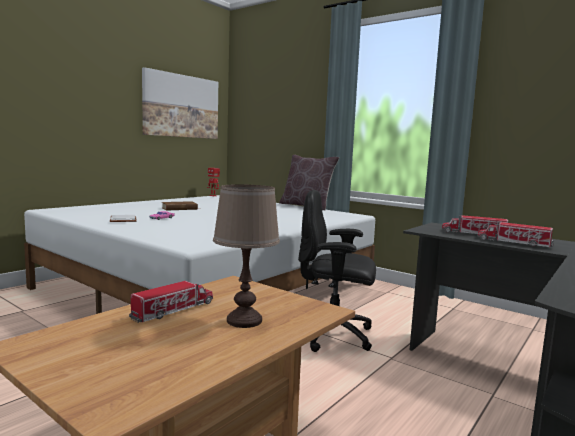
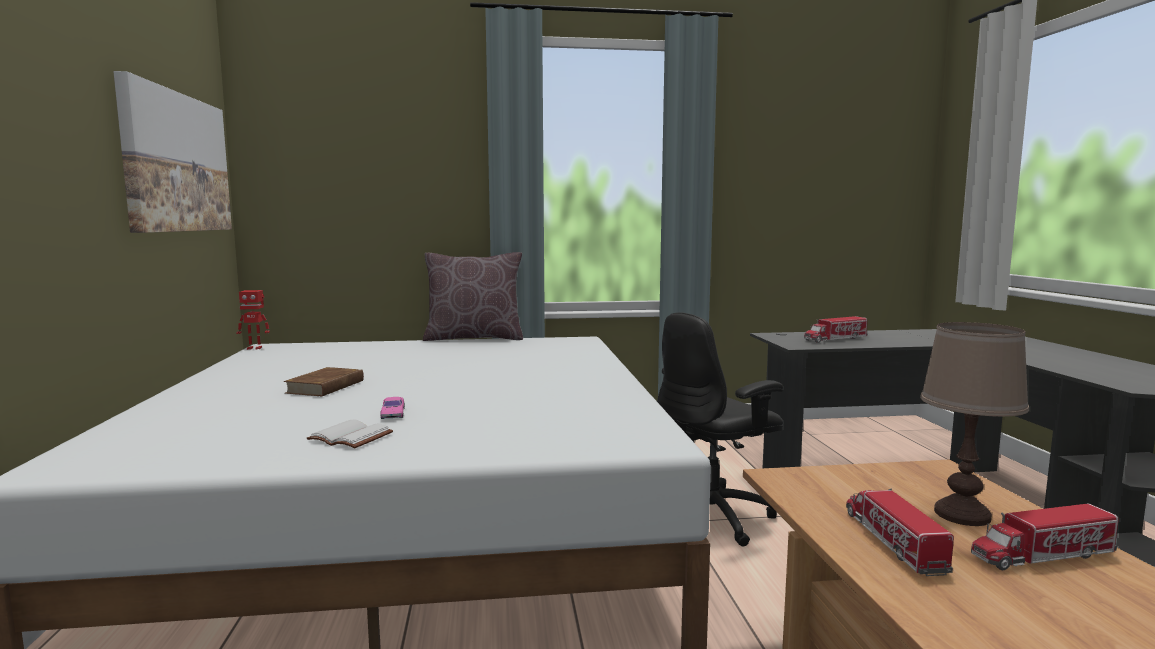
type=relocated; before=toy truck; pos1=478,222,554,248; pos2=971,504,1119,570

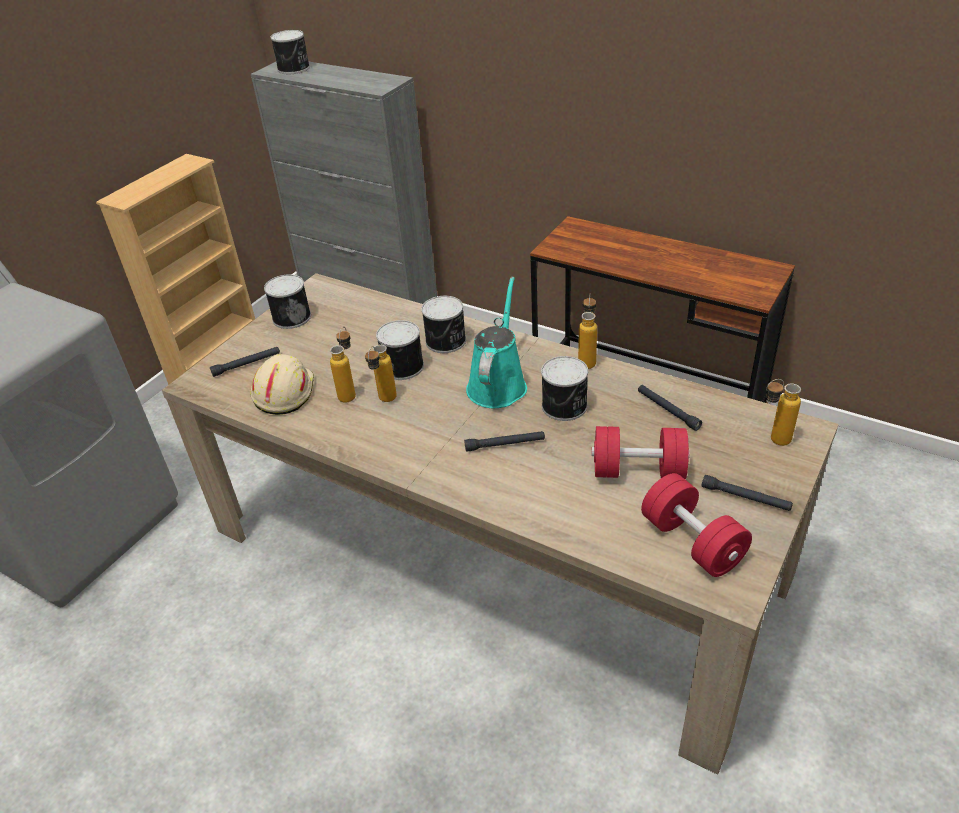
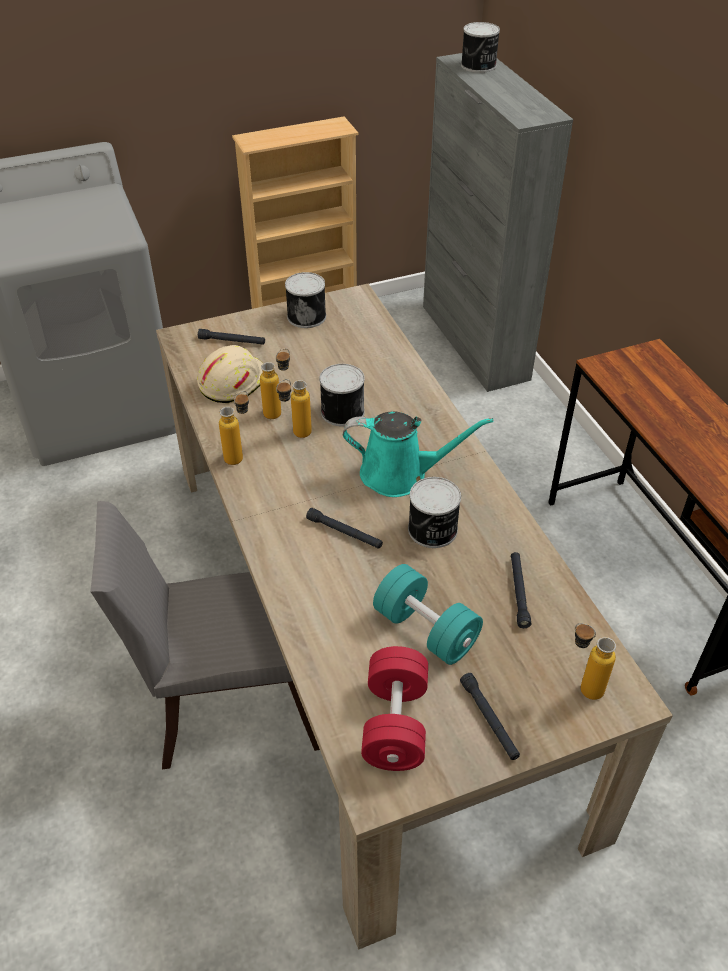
type=appeared; after=chair/gray; pos2=90,501,320,769
type=relocated; before=drink bottle; pos1=578,294,597,369; pos2=219,391,249,465
type=spun; before=watering can/turquoise; pos1=466,277,527,408; pos2=343,411,493,497; turn=45
type=colour; before=dumbbell/reddish; after=dumbbell/turquoise; pos1=591,426,690,479; pos2=373,564,483,665
type=missing; before=sealed can; pos1=421,296,466,353

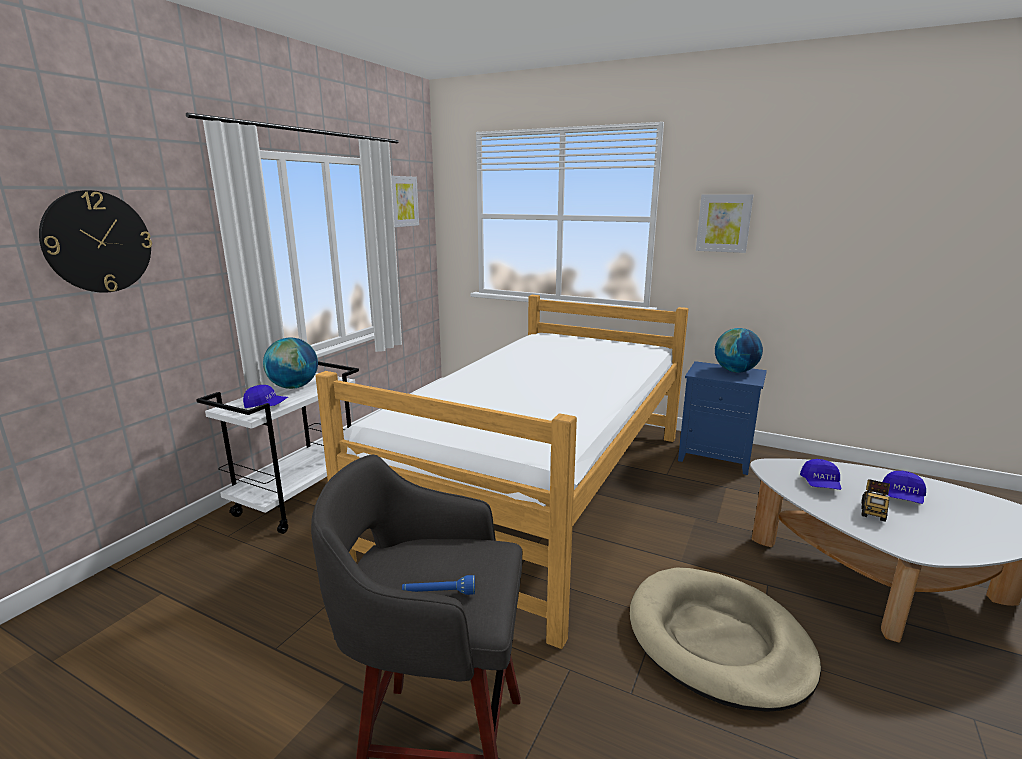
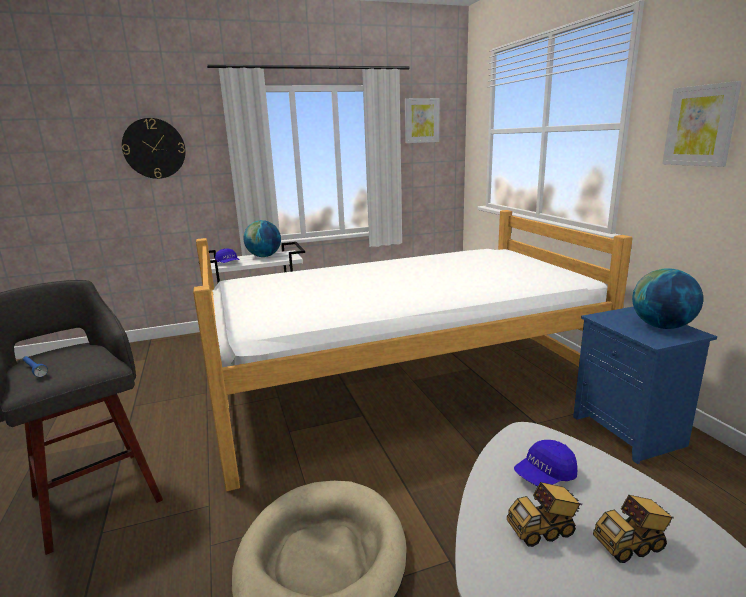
type=exchanged; before=peaked cap/bluish; after=toy truck; pos1=883,471,926,504; pos2=593,495,674,563

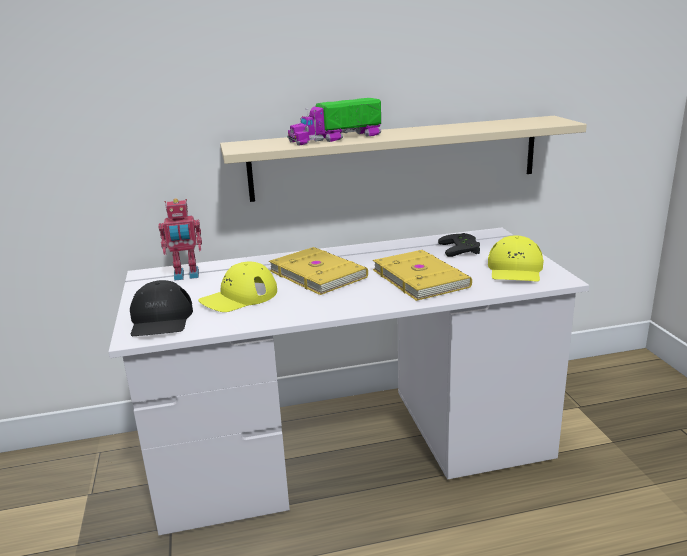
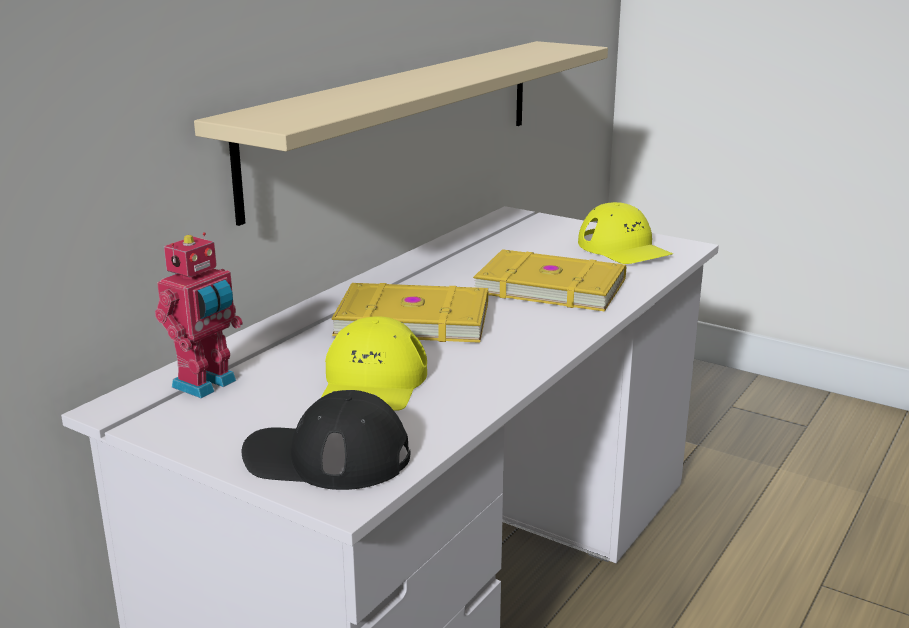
type=spun; before=peaked cap/black; pos1=130,280,193,336; pos2=242,390,410,490; turn=150
type=missing; before=toy truck; pos1=287,98,381,146
type=missing; before=gamepad/black; pos1=438,233,480,257

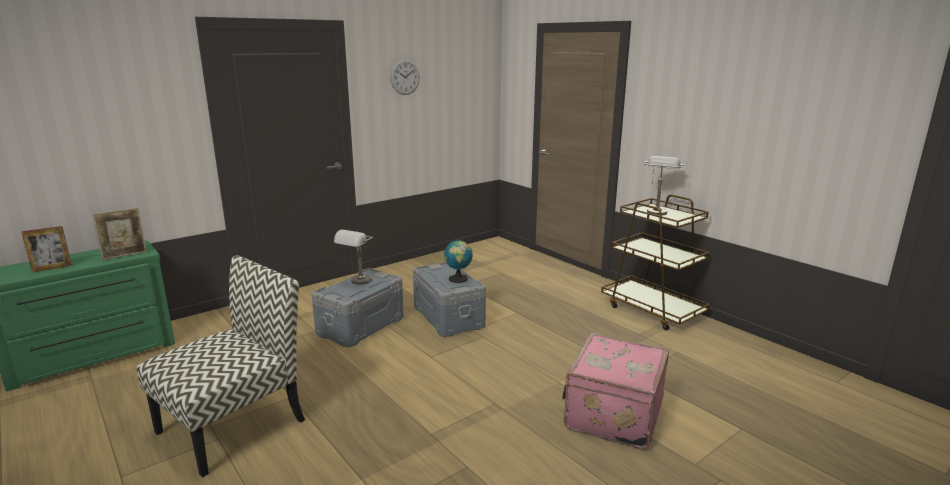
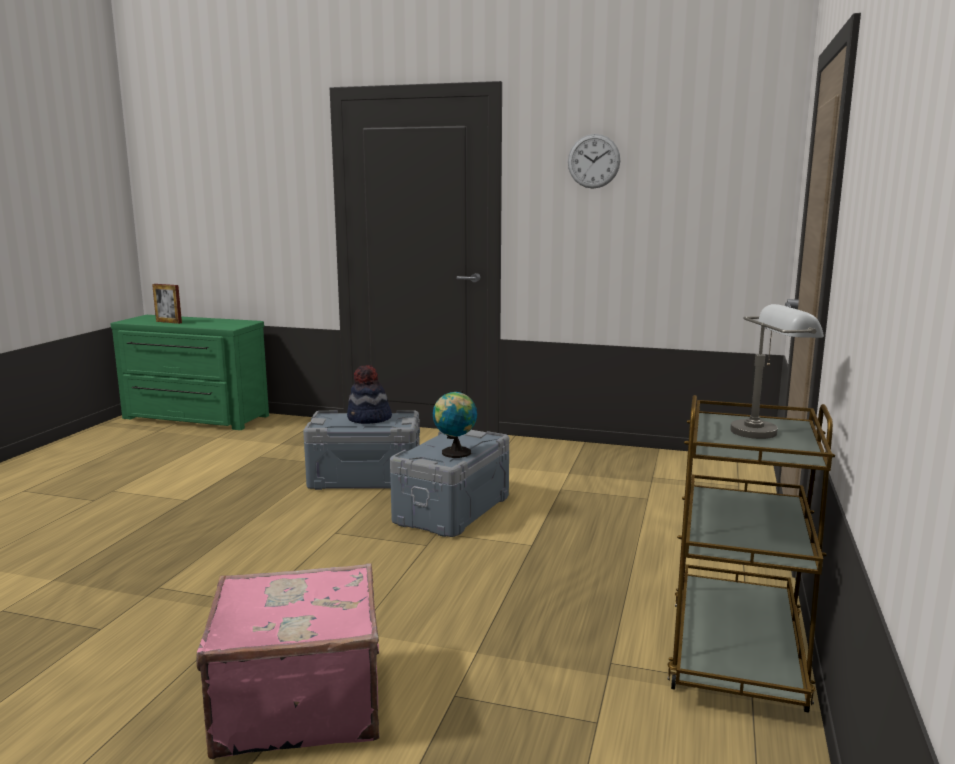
type=exchanged; before=lamp for a table/gray; after=clothing hat; pos1=334,230,373,285; pos2=347,365,392,424
type=missing; before=photo frame; pos1=93,208,147,260
type=missing; before=chair; pos1=137,255,305,478

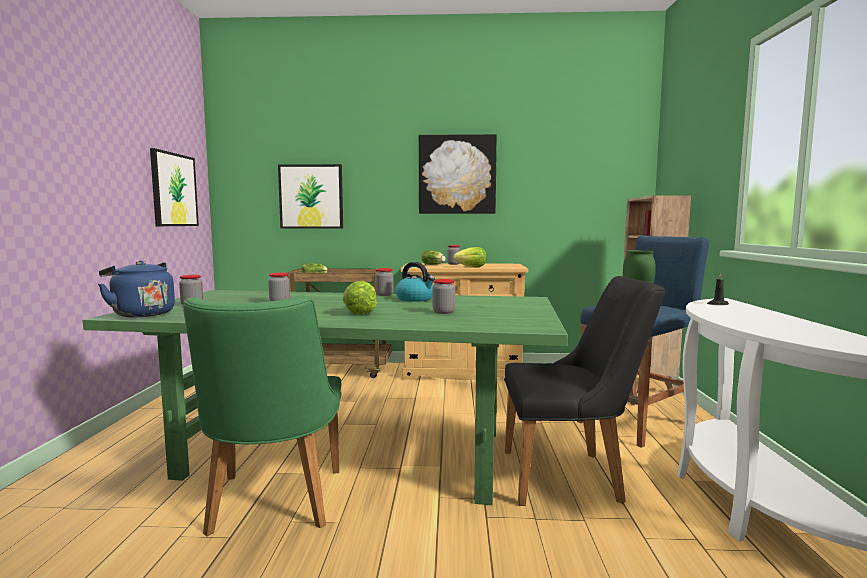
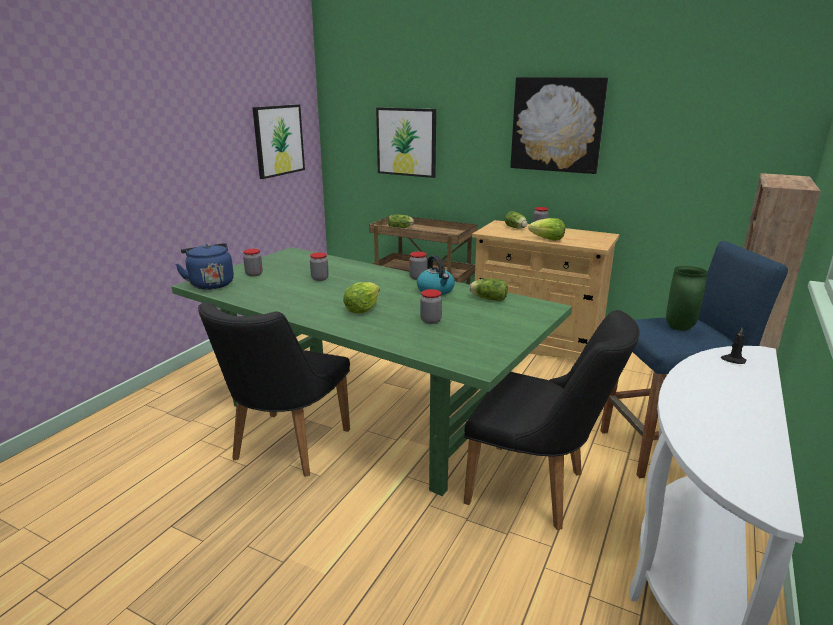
type=colour; before=chair/greenish; after=chair/black; pos1=183,295,342,536; pos2=198,302,350,477
type=appeared; after=lettuce head; pos2=469,279,508,301

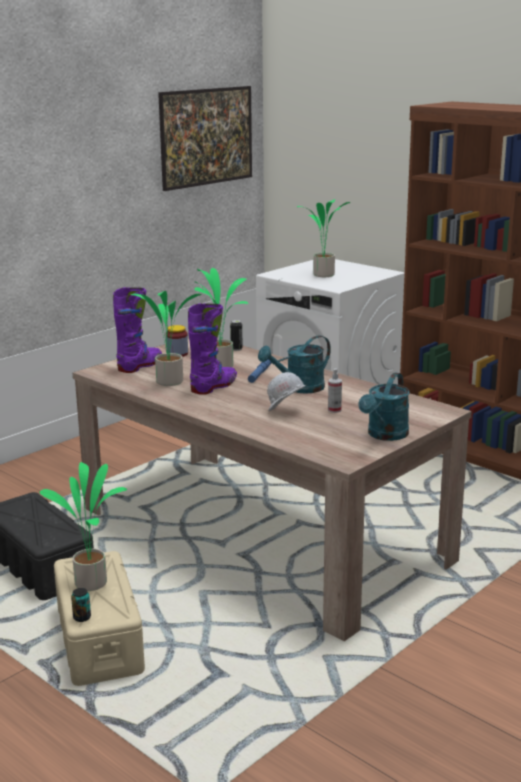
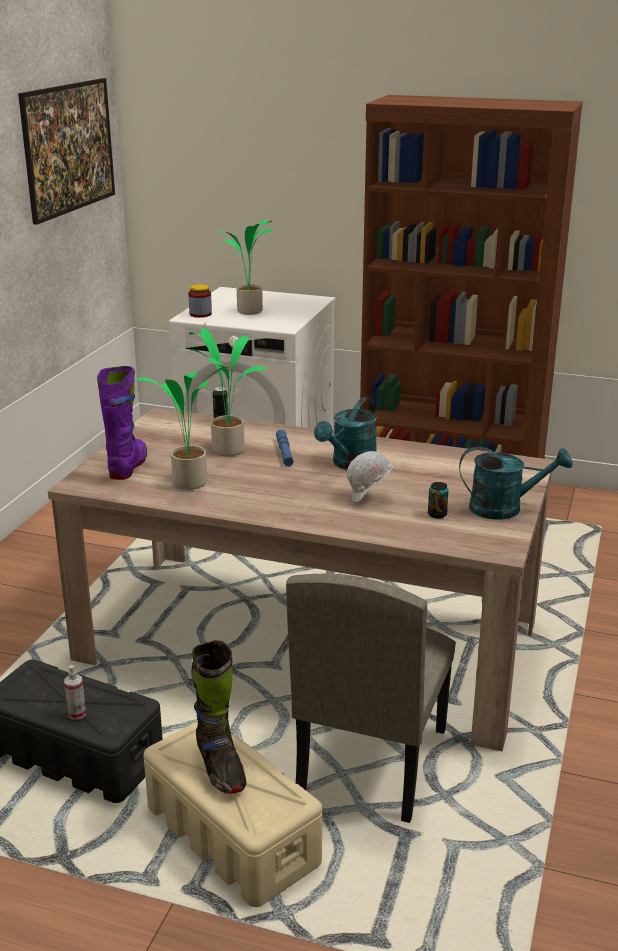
type=relocated; before=spray bottle; pos1=328,368,342,413; pos2=64,665,86,720
type=relocated; before=storage jar; pos1=166,325,188,357; pos2=188,284,212,318
type=exchanged; before=houseplant; after=boot/black; pos1=39,462,127,591; pos2=191,640,246,794
type=appeared; after=chair/beige-coloured; pos2=286,574,456,823
type=relocated; before=sealed can; pos1=71,588,91,622; pos2=428,482,449,519
type=spun; before=watering can/turquoise; pos1=359,372,410,441; pos2=459,447,573,520; turn=-90
type=missing; before=boot/purple-coloured; pos1=188,303,237,395

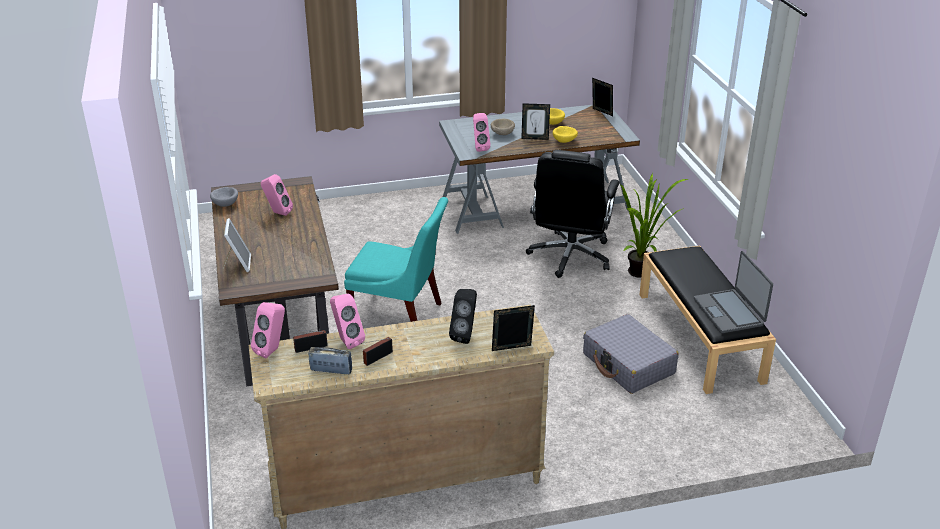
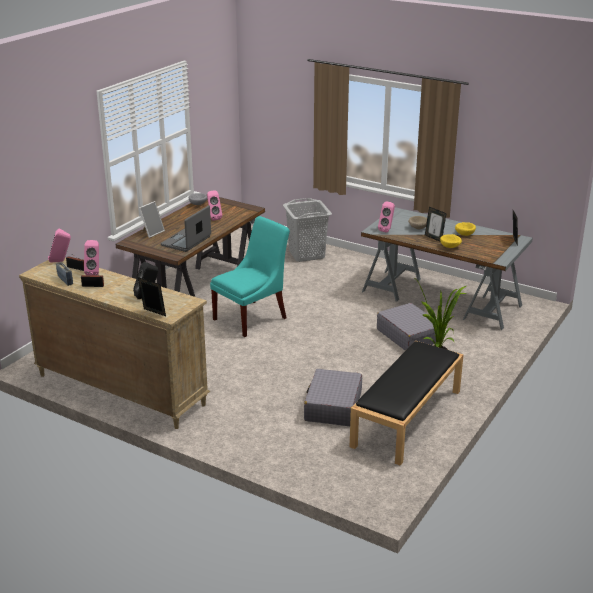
type=relocated; before=laptop; pos1=694,251,773,333; pos2=160,205,211,252
type=spun; before=chair/turquoise; pos1=344,197,448,322; pos2=210,216,290,337; turn=-105
type=appeared; after=hamper/gray; pos2=283,198,332,262
type=exchanged; before=desk chair/black; after=travel case/gray; pos1=526,150,620,278; pos2=377,303,436,351

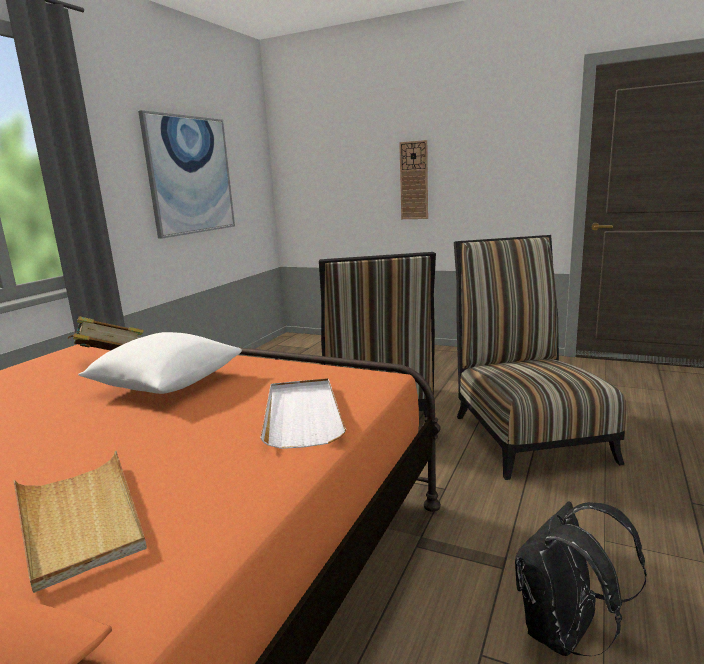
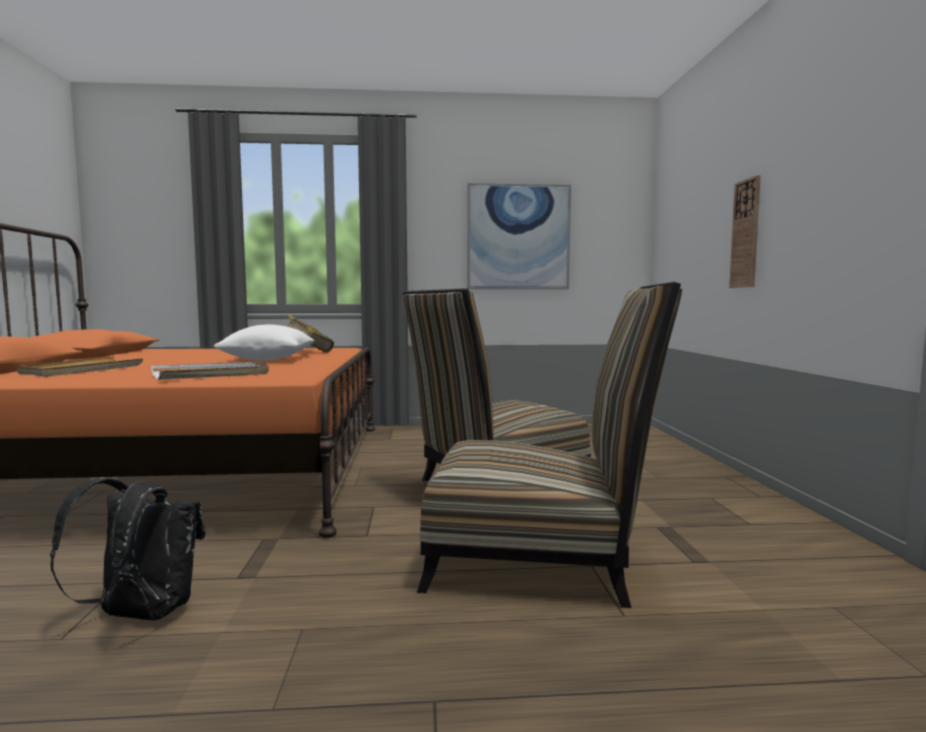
type=spun; before=chair; pos1=454,235,627,480; pos2=417,282,682,608; turn=45

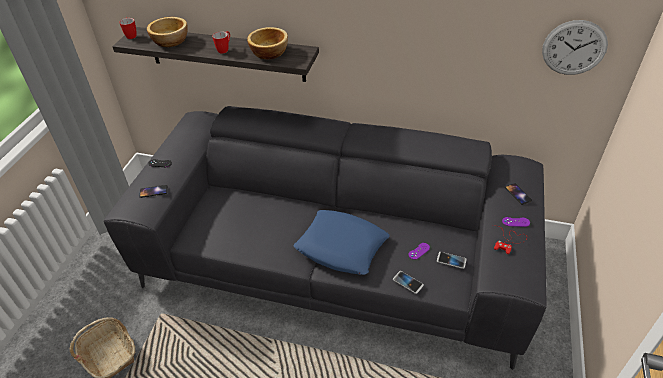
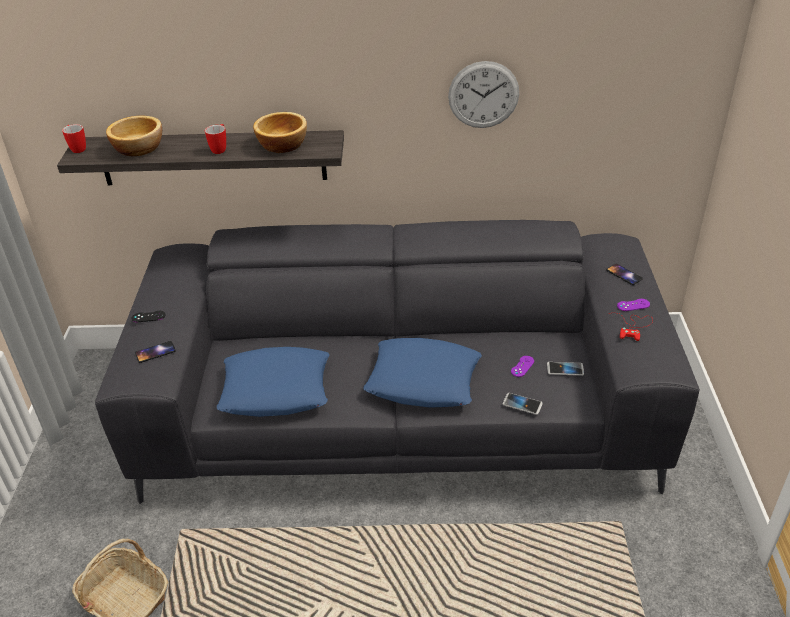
type=appeared; after=cushion/bluish; pos2=217,347,329,417
type=relocated; before=clock on the wall; pos1=542,20,608,75; pos2=448,61,519,128

